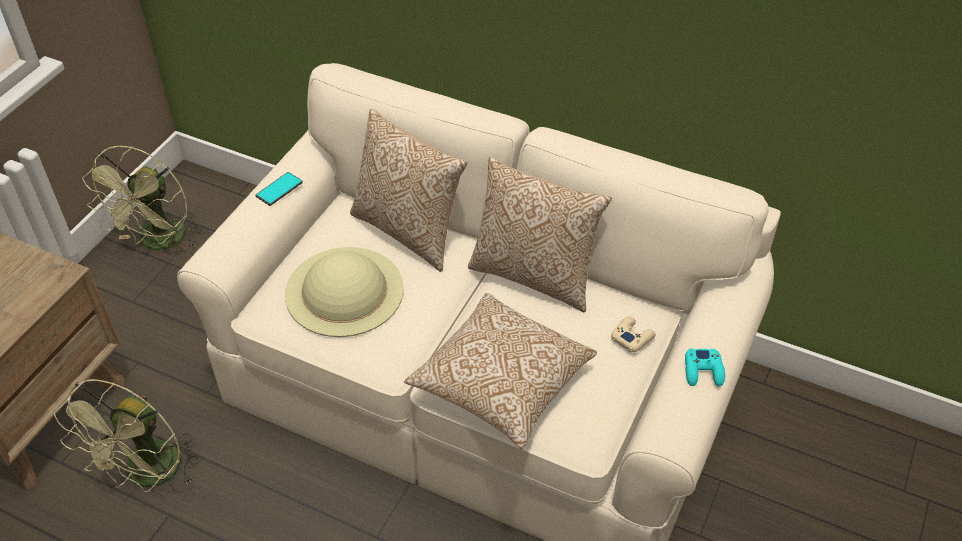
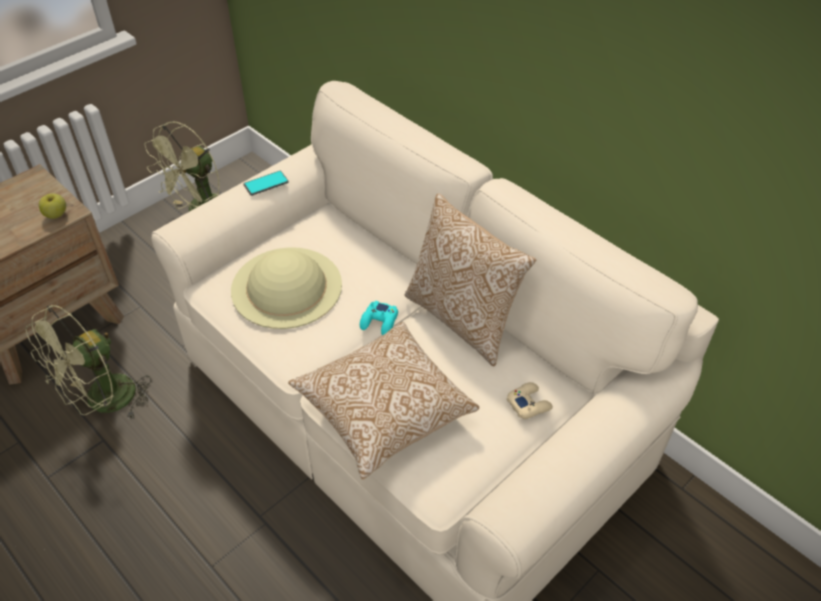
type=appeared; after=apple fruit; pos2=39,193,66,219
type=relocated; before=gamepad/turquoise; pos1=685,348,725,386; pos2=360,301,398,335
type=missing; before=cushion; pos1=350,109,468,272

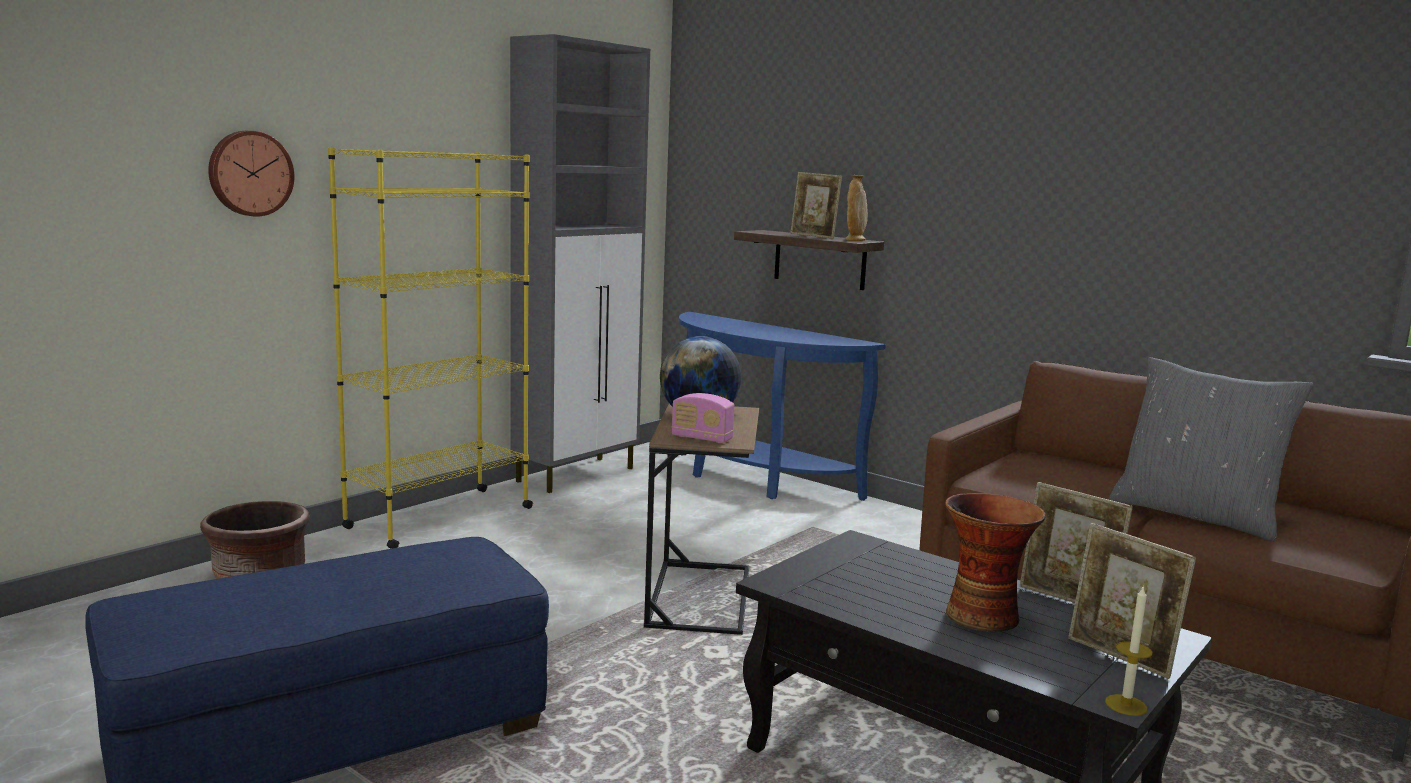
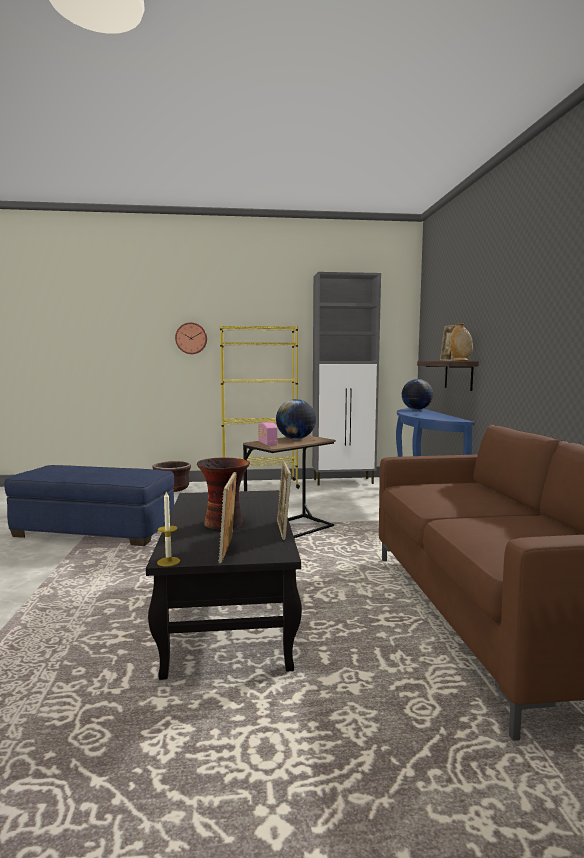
type=appeared; after=globe; pos2=402,379,433,410
type=missing; before=cushion/gray; pos1=1109,357,1314,541

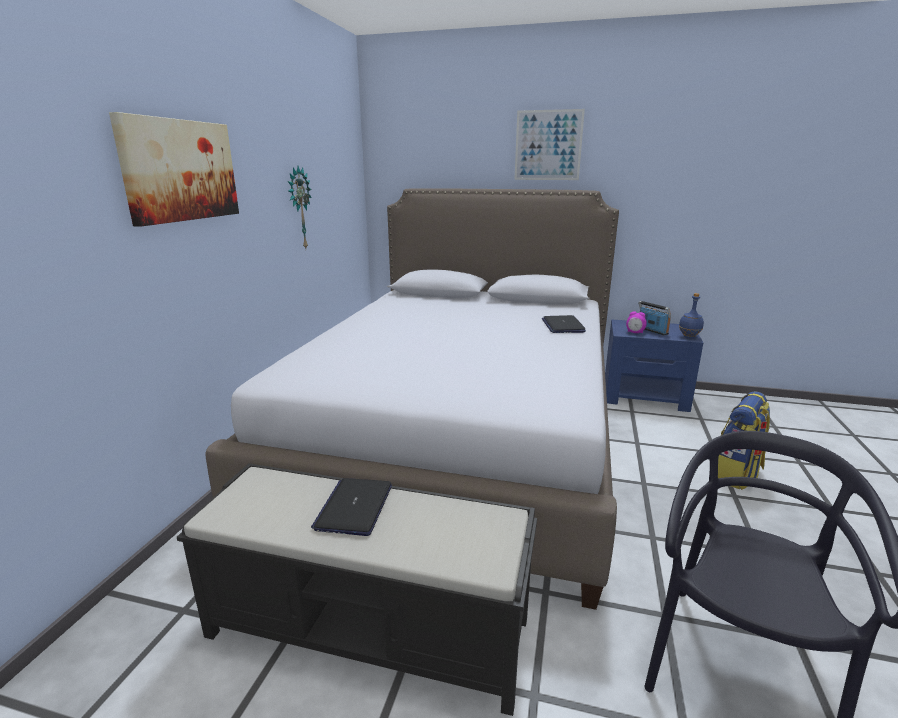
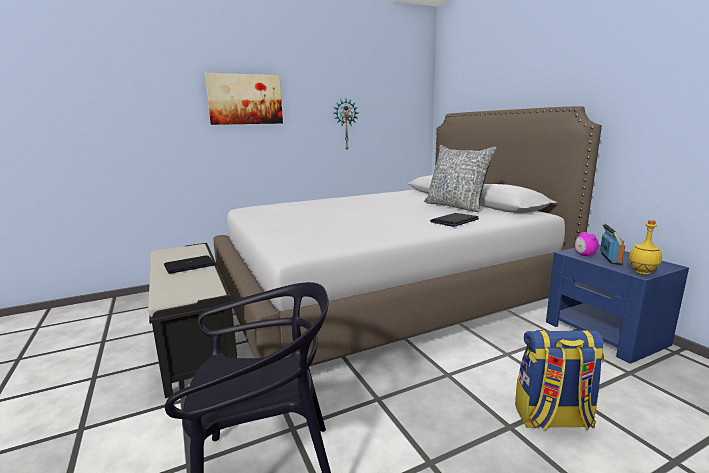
type=appeared; after=cushion; pos2=424,145,497,212
type=colour; before=drink bottle/bluish; after=drink bottle/yellowish; pos1=679,293,704,338; pos2=628,220,662,274
type=missing; before=wall picture; pos1=514,109,585,180

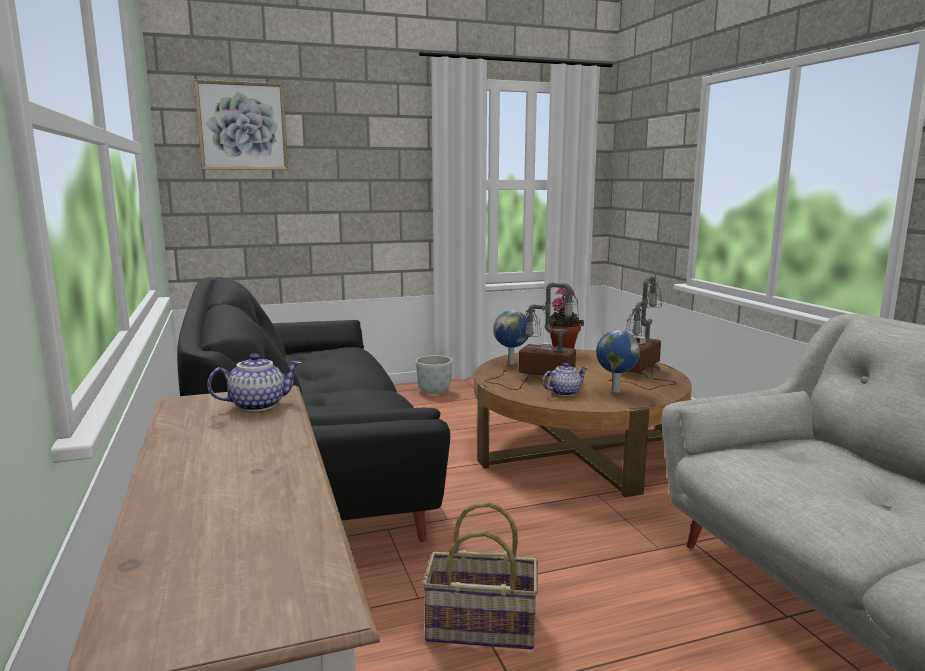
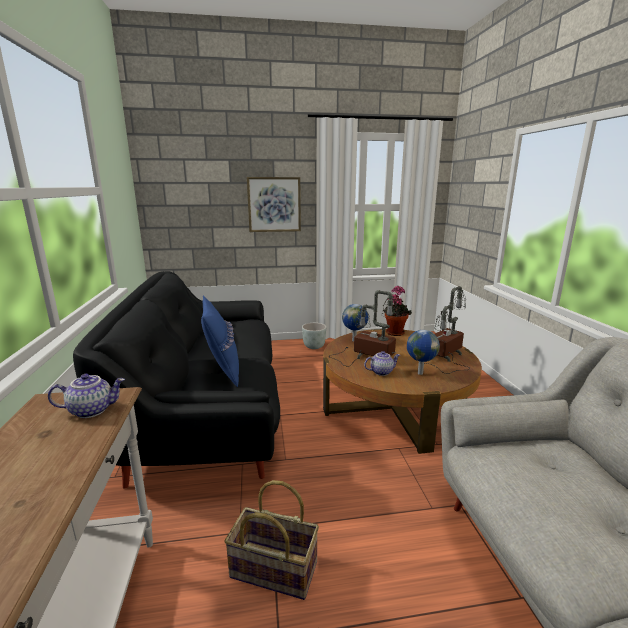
type=appeared; after=cushion/bluish; pos2=201,296,239,387
type=relocated; before=wall picture; pos1=194,80,288,170; pos2=247,177,301,232

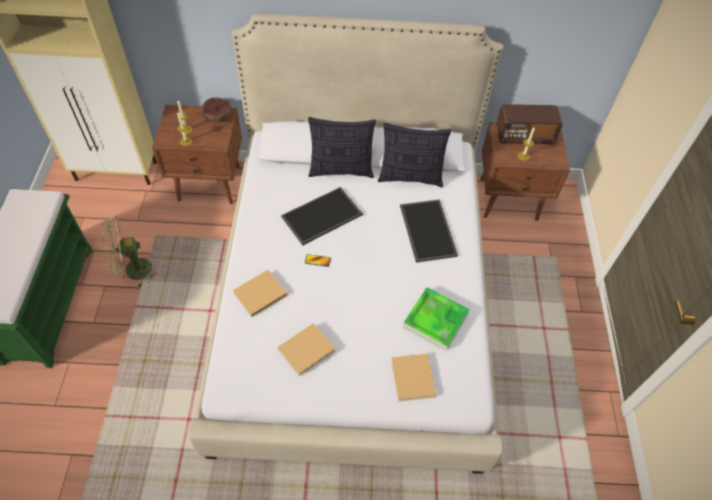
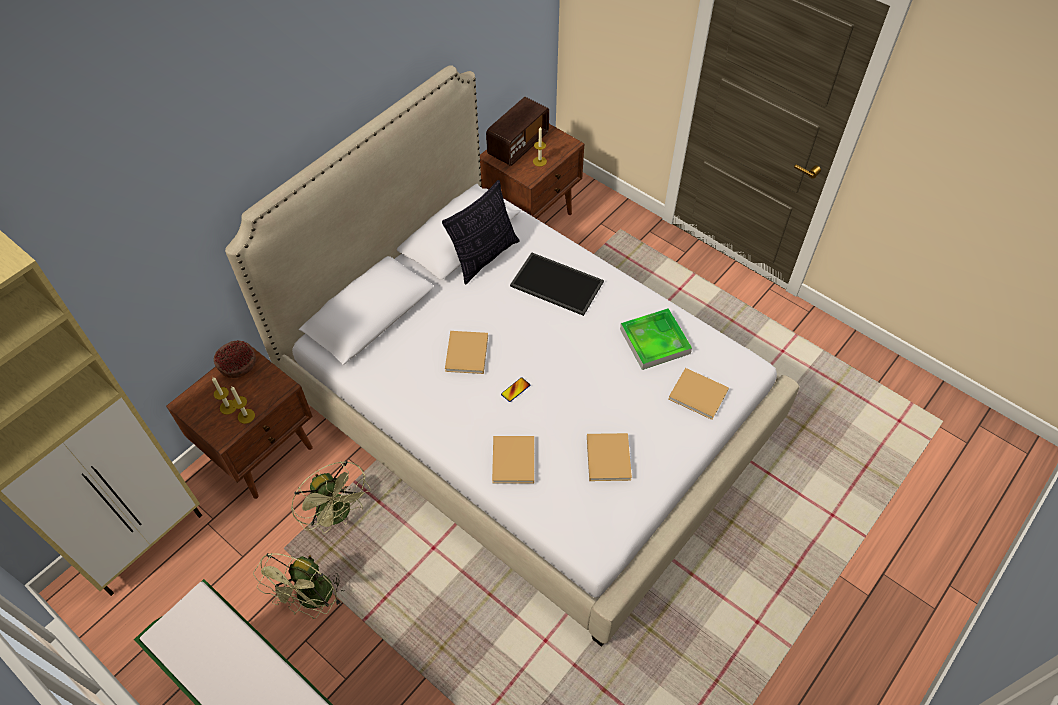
type=appeared; after=fan/greenish; pos2=291,461,371,533
type=exchanged; before=carrying tray; after=book/beige-coloured; pos1=281,187,363,245; pos2=445,331,488,374
type=missing; before=cushion; pos1=308,117,376,178

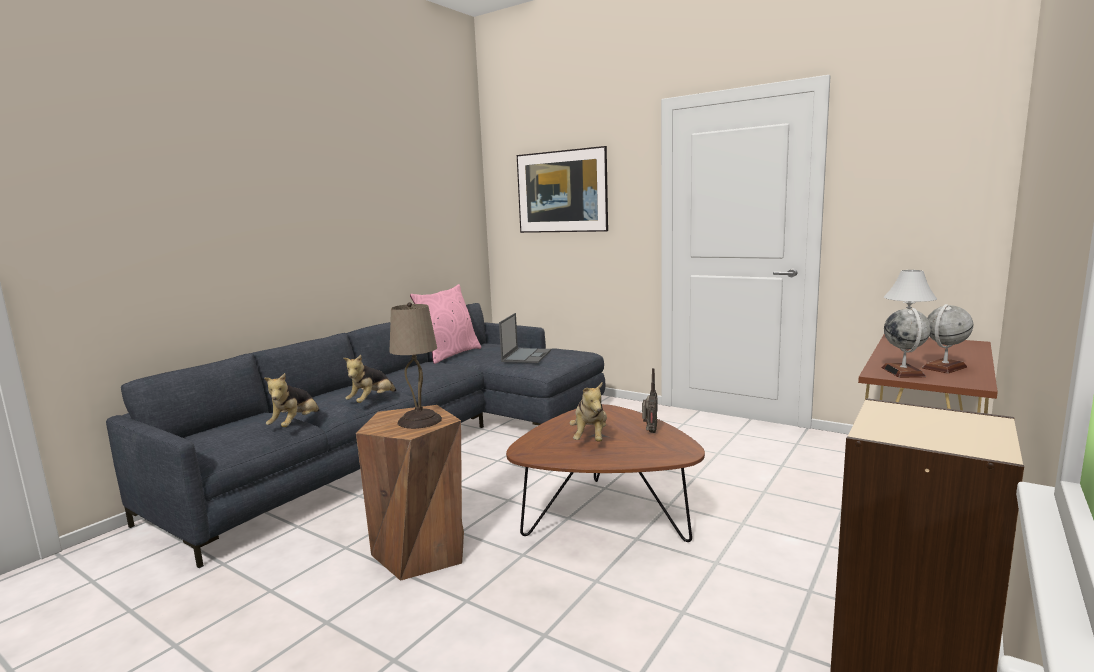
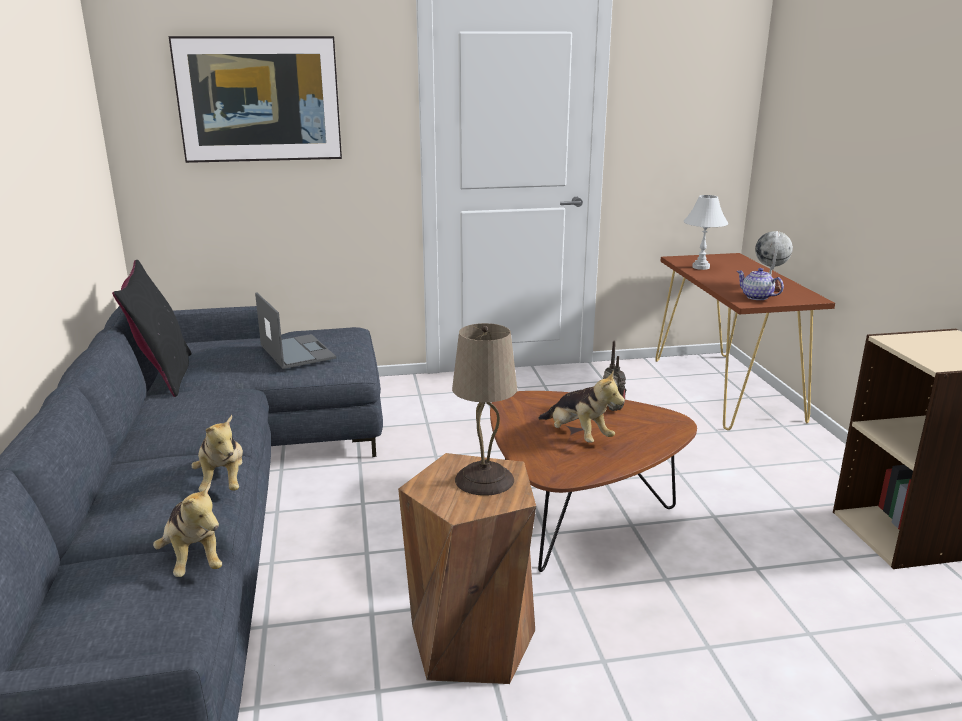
type=colour; before=cushion/pink; after=cushion/black; pos1=410,284,481,364; pos2=112,260,192,397
type=exchanged; before=globe; after=teapot; pos1=882,308,931,378; pos2=737,268,784,300

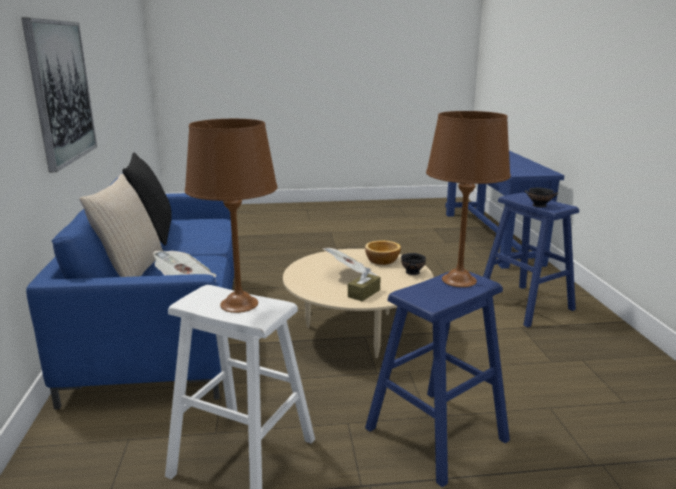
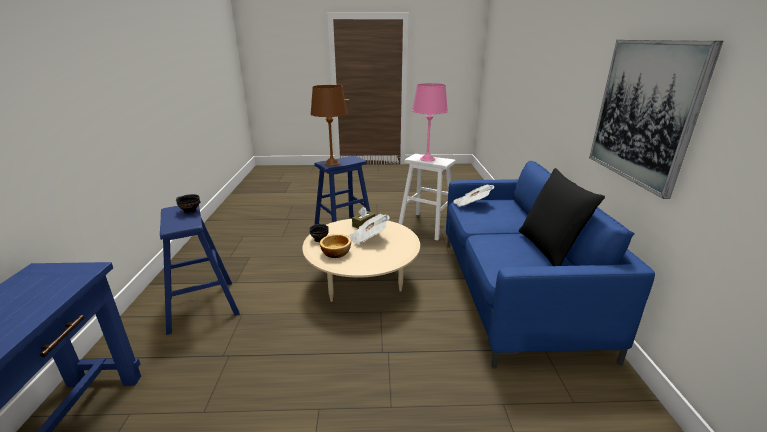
type=colour; before=lamp for a table/brown; after=lamp for a table/pink; pos1=185,119,278,313; pos2=412,83,448,161
type=missing; before=cushion/beige-coloured; pos1=79,173,163,277

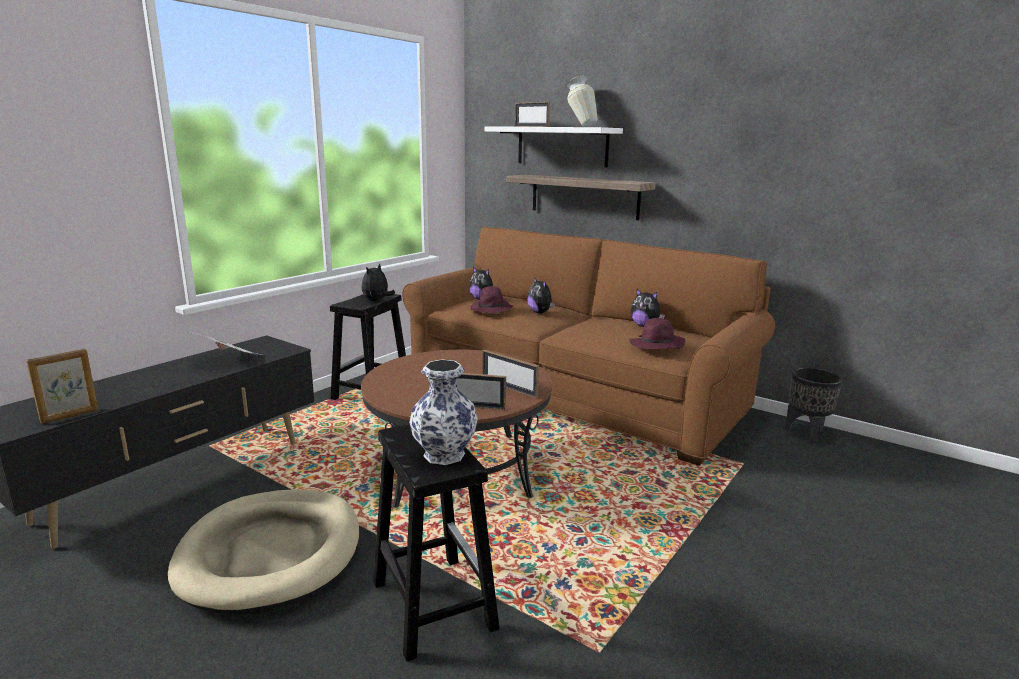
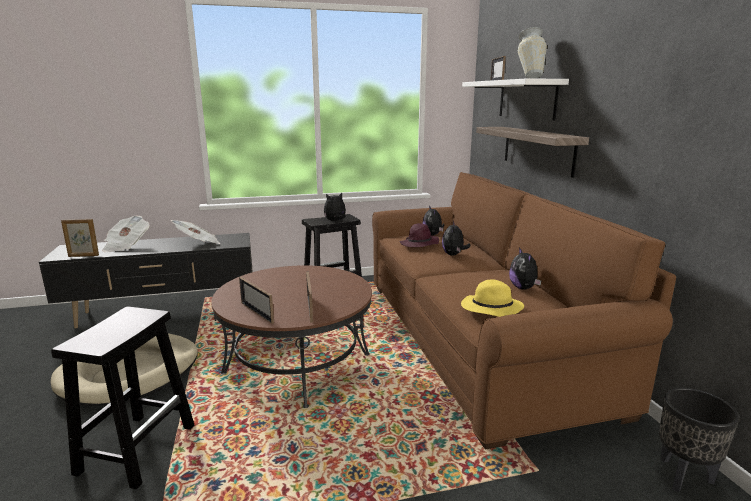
type=appeared; after=newspaper; pos2=102,215,149,252
type=colour; before=clothing hat/purple-coloured; after=clothing hat/yellowish; pos1=629,318,685,349; pos2=461,279,524,317
type=missing; before=decorative vase; pos1=409,359,478,465

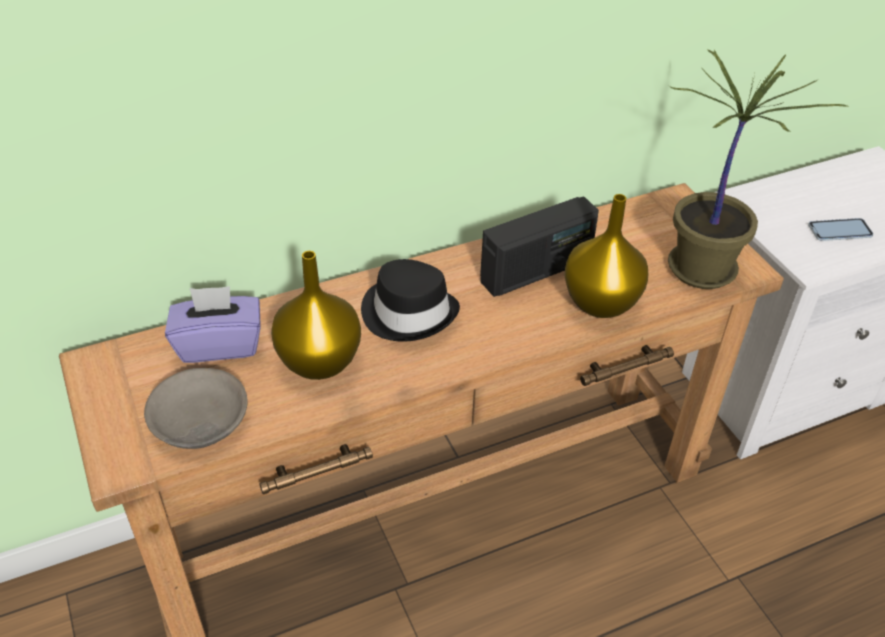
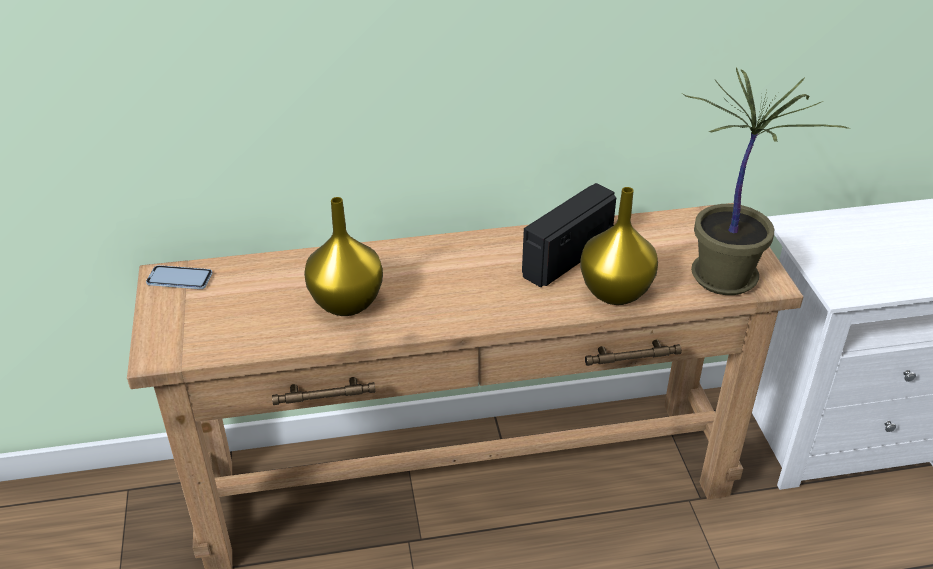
type=relocated; before=handset; pos1=808,218,873,241; pos2=146,265,213,289
type=spun; before=radio; pos1=480,196,599,297; pos2=522,183,616,287; turn=150
type=missing; before=serving bowl/gray; pos1=144,368,248,449
type=missing; before=box of tissues/purple-coloured; pos1=165,286,261,363
type=missing; before=clothing hat/black; pos1=361,259,460,342

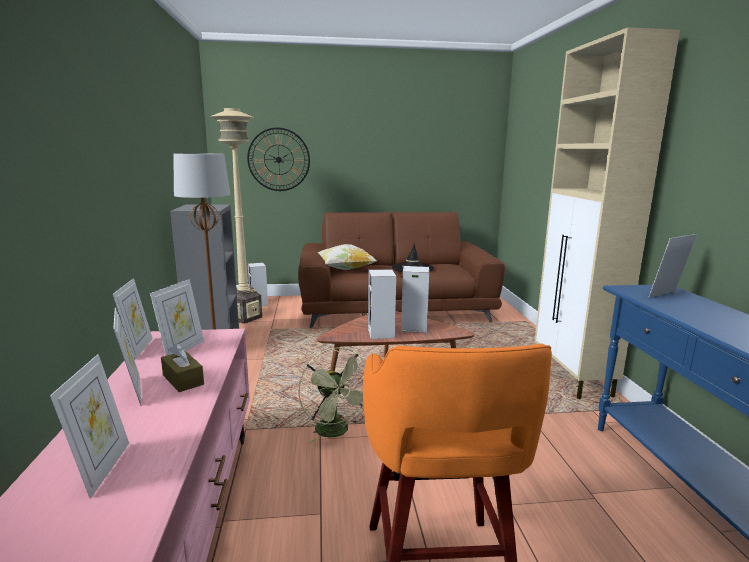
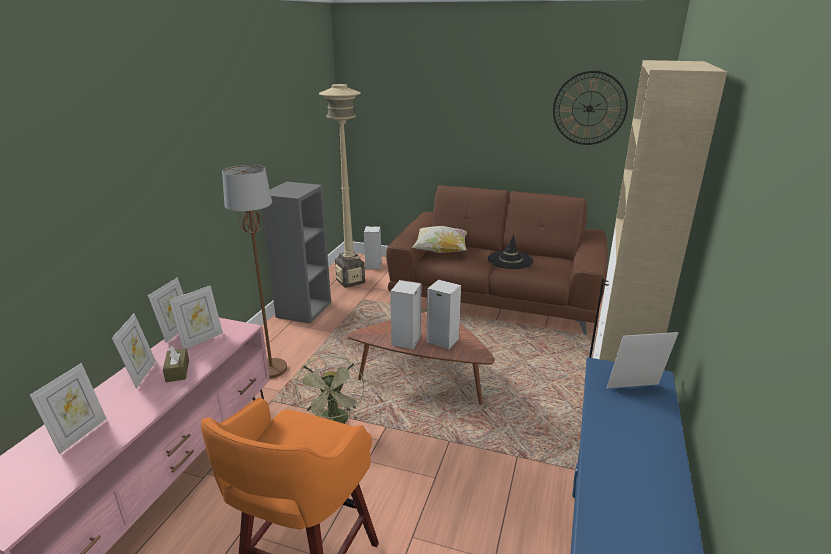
type=relocated; before=clock on the wall; pos1=247,128,310,191; pos2=553,71,628,145

